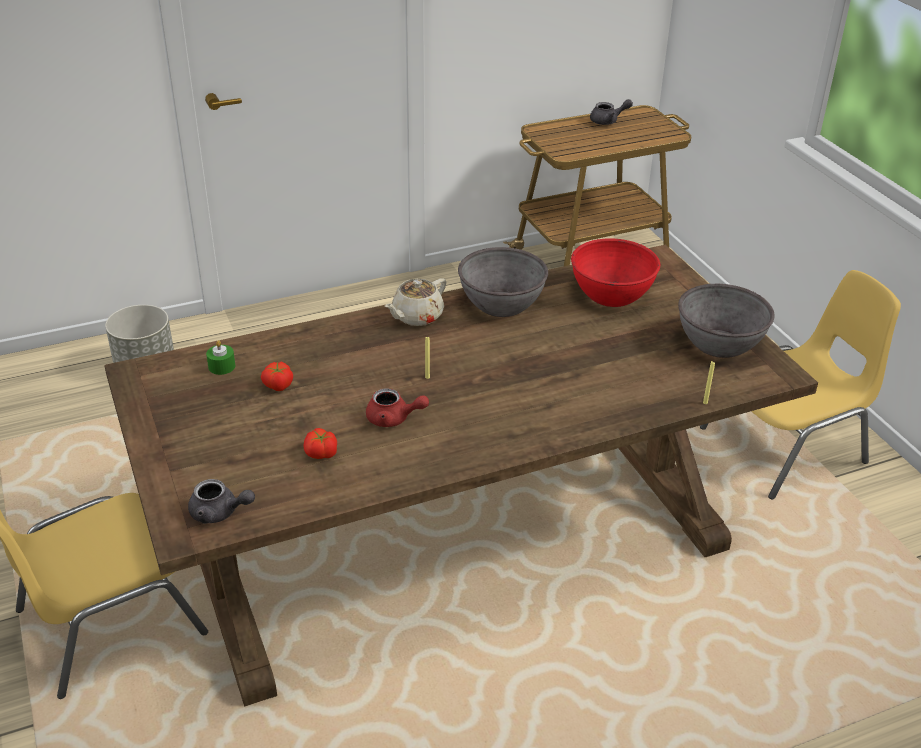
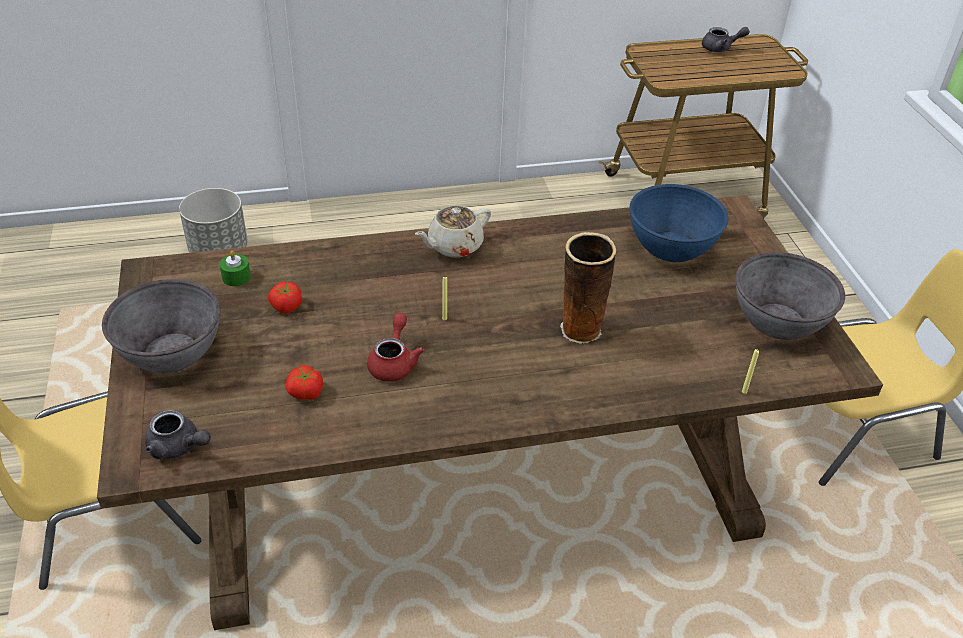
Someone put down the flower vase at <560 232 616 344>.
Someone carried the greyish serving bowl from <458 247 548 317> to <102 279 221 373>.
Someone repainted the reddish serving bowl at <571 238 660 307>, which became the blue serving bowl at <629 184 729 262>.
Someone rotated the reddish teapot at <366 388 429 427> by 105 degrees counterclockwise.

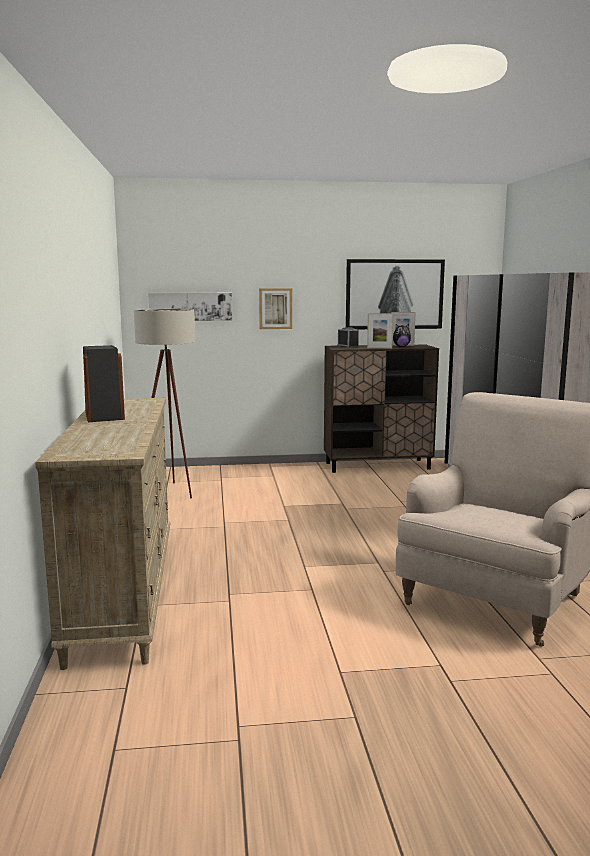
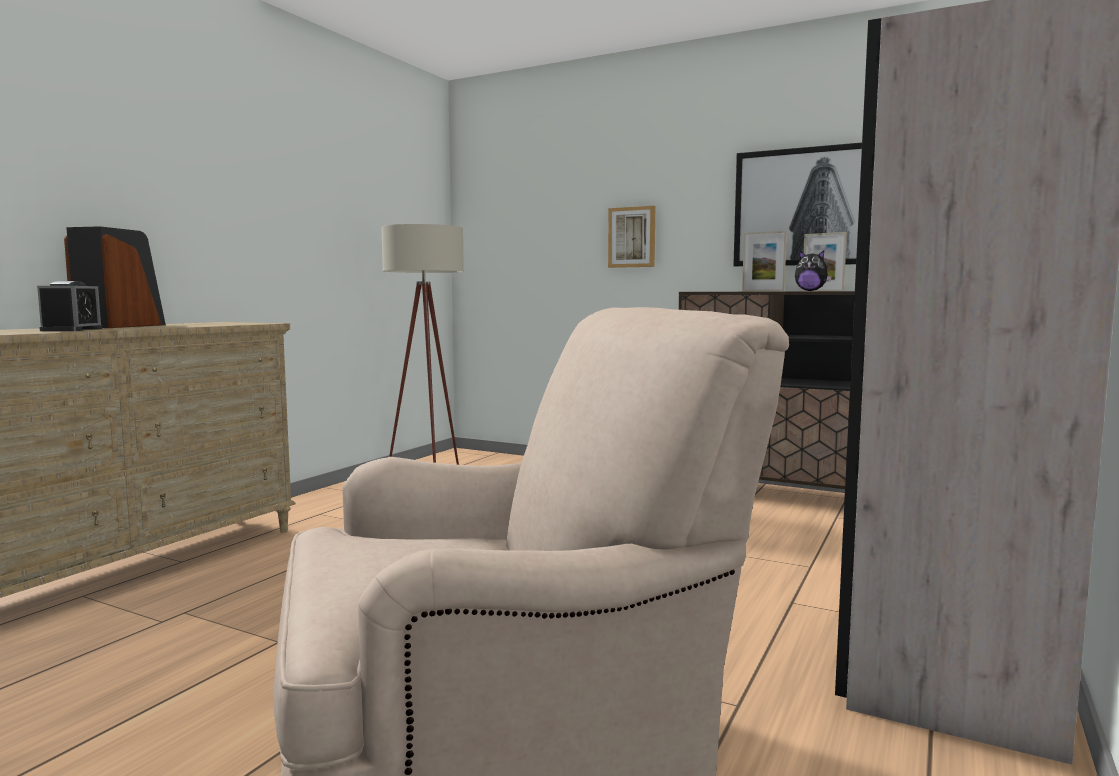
Someone took away the wall art at <148 293 232 321>.
Someone carried the bedside clock from <337 327 359 348> to <37 281 102 331>.

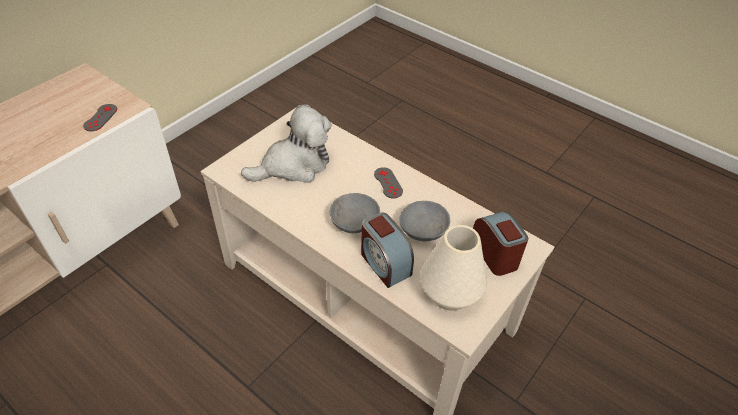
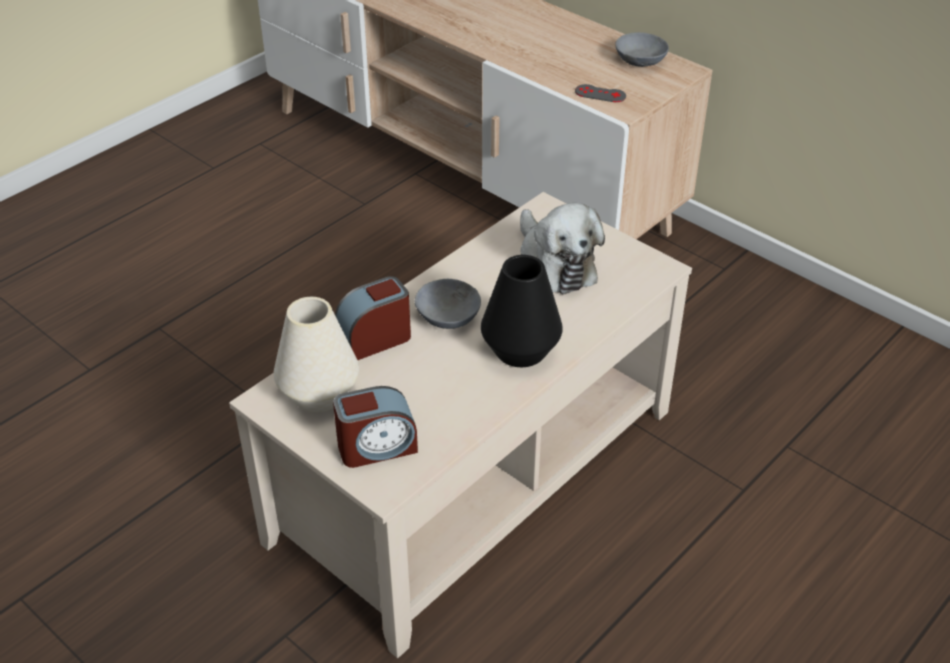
Someone carried the greyish serving bowl from <400 201 450 241> to <615 32 669 67>.
Someone swapped the greyish joypad at <374 167 403 198> for the blackish flower vase at <481 255 563 367>.

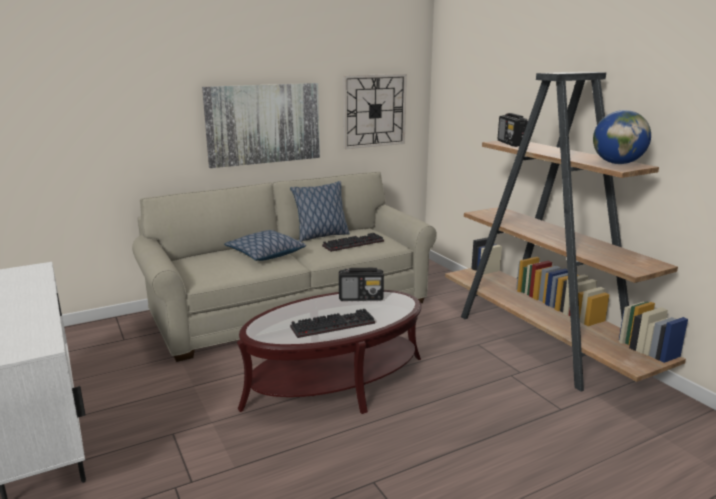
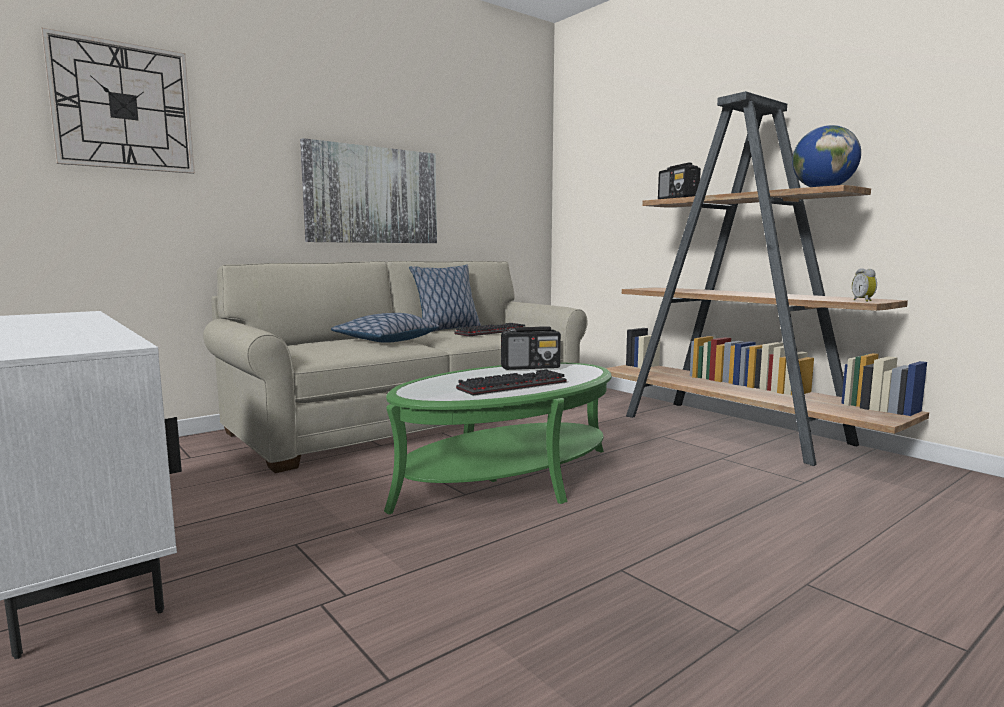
Someone put down the bedside clock at <852 268 877 302>.
Someone carried the clock on the wall from <343 74 407 149> to <41 28 195 174>.
Someone repainted the brown-coloured lounge table at <237 290 422 414>, which became the green-coloured lounge table at <384 362 612 515>.

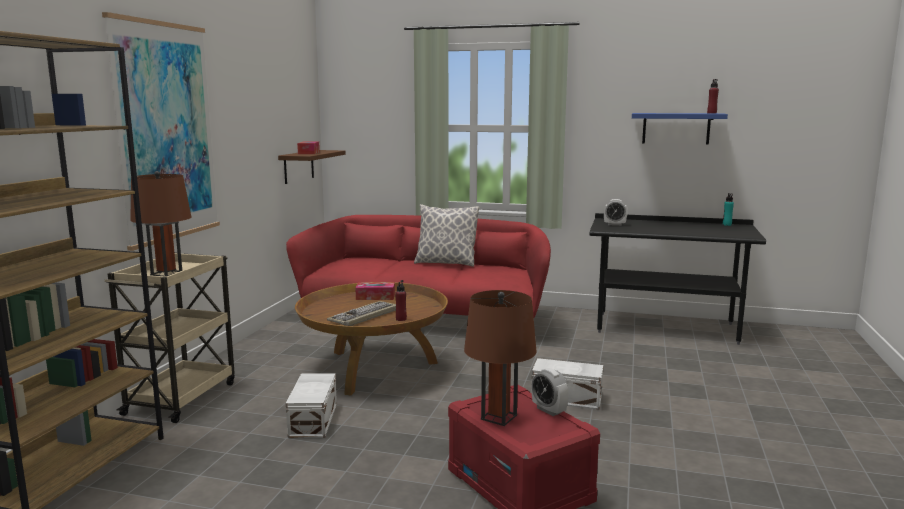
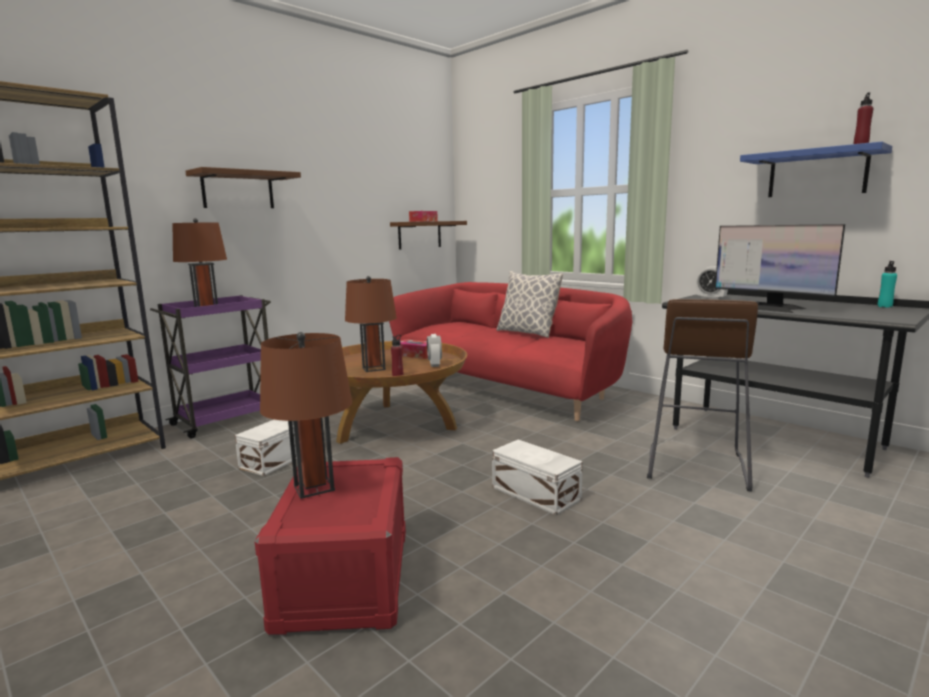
Someone put down the brown-coloured stool at <647 299 758 492>.
Someone put down the monitor at <715 224 845 313>.
Someone carried the bedside clock from <532 368 568 416> to <427 334 442 367>.
Someone swapped the wall art at <102 12 220 251> for the brown-coloured shelf at <185 167 301 208>.
Someone swapped the keyboard at <327 301 396 326> for the brown-coloured tabletop lamp at <345 276 397 372>.
Someone repainted the sand-coloured wheeled cart at <104 252 235 423>, which became the purple-coloured wheeled cart at <150 295 271 438>.

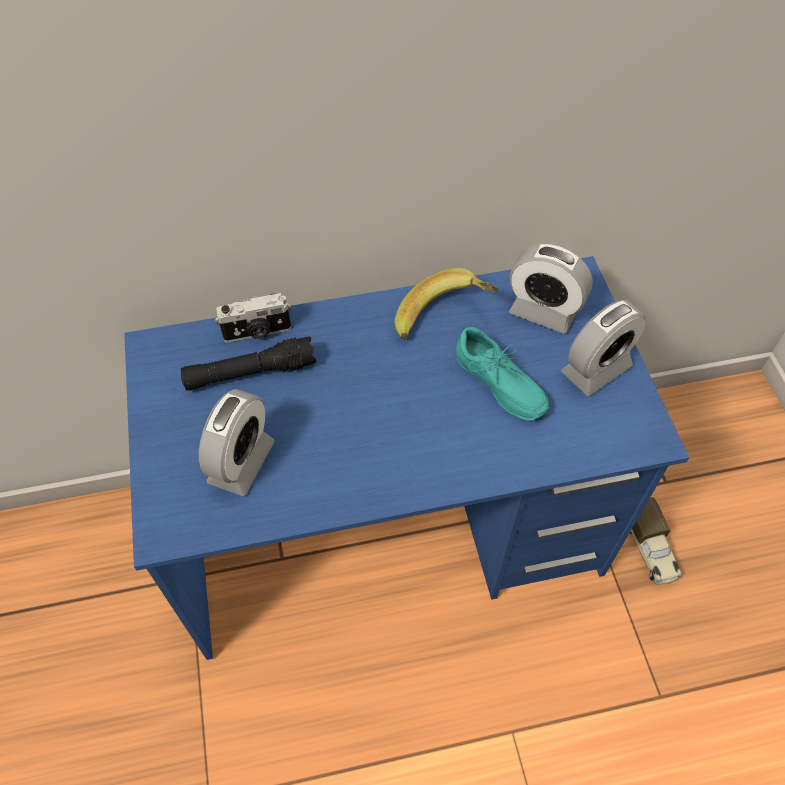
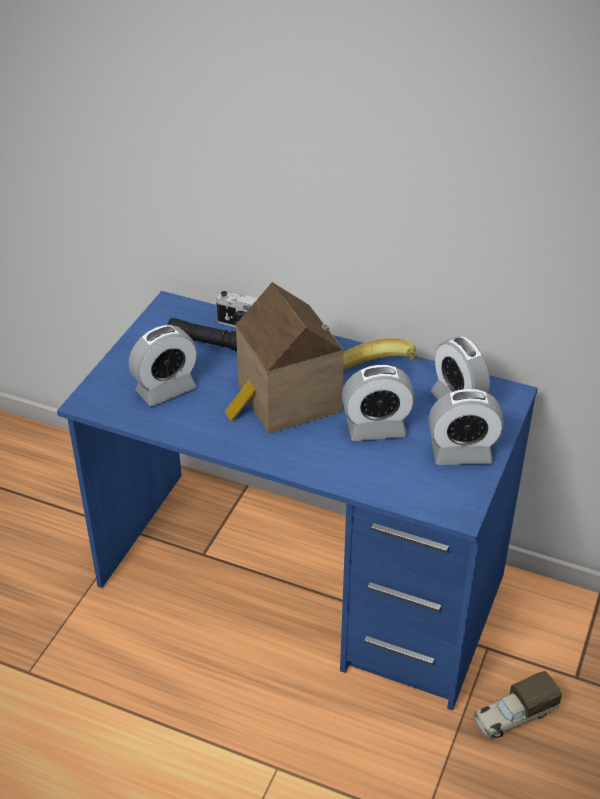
Someone put down the model house at <225 282 344 434>.
Someone swapped the turquoise-coloured item of footwear at <456 327 549 420> for the bedside clock at <342 365 415 441>.
Someone rotated the toy lorry at <630 497 682 585> by 45 degrees clockwise.

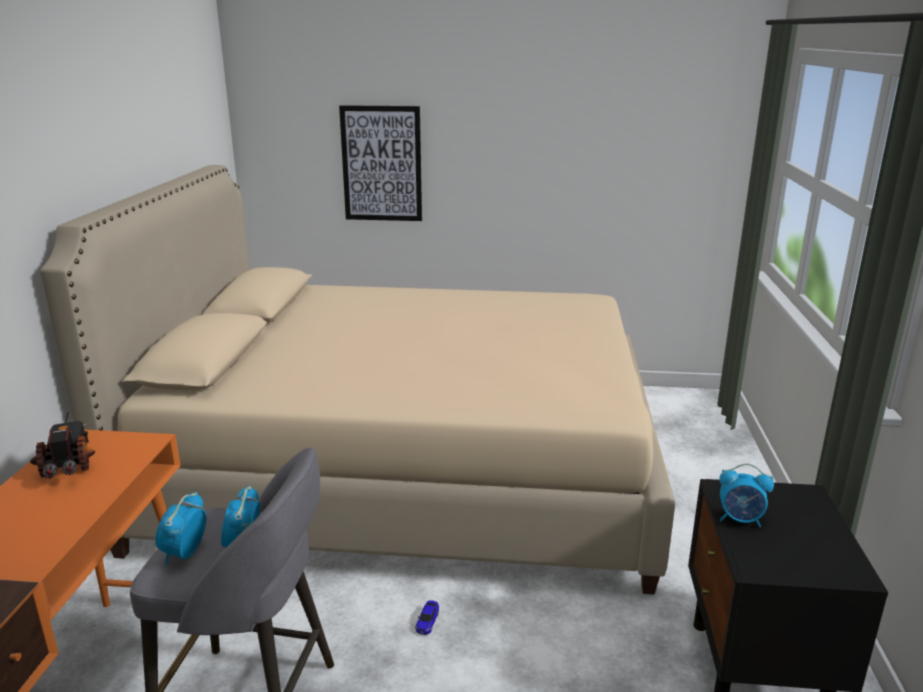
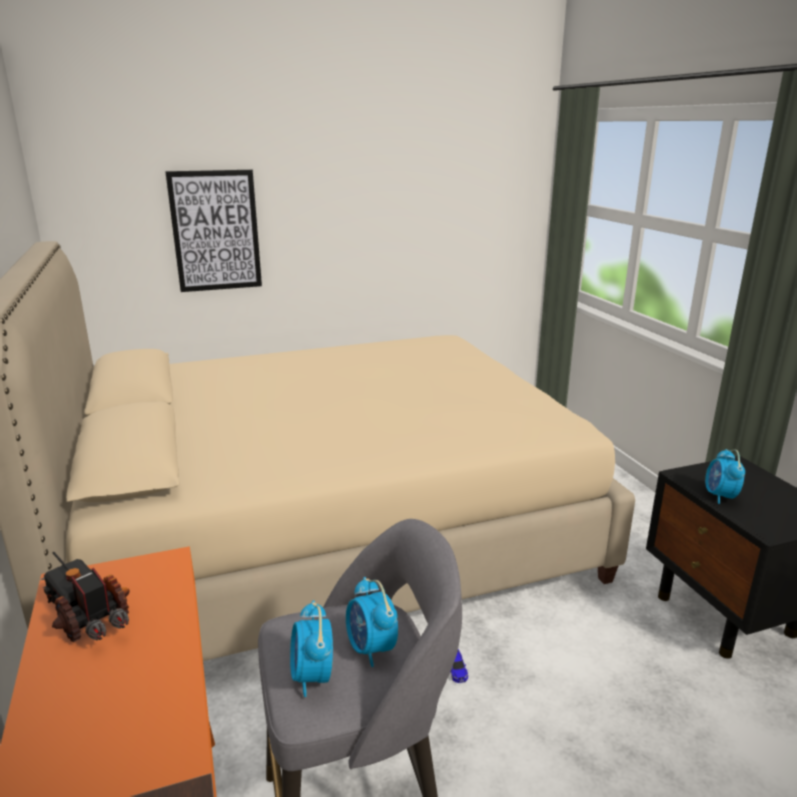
Someone rotated the bedside clock at <719 463 774 527> by 105 degrees clockwise.

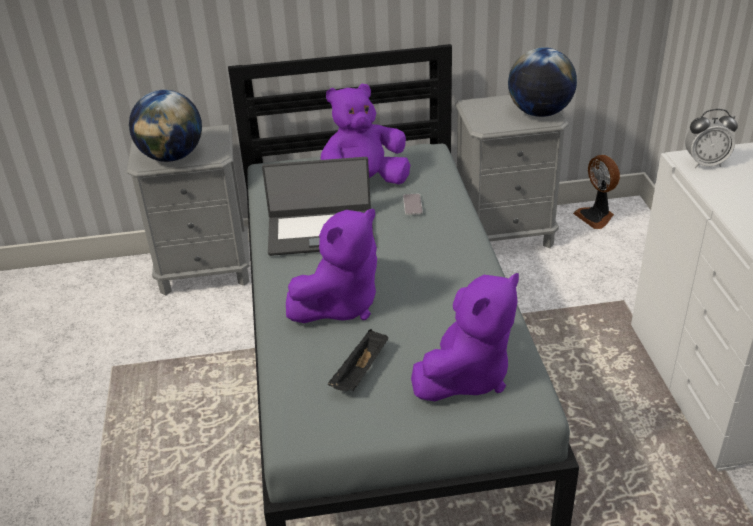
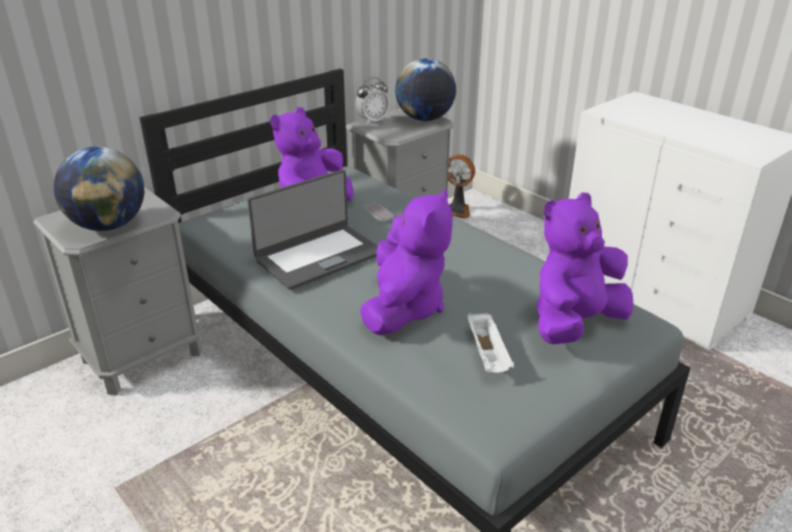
Someone carried the bedside clock from <685 109 738 168> to <355 77 389 124>.
Someone repainted the blackish tray at <328 329 388 391>, which became the white-coloured tray at <467 312 514 373>.
Someone rotated the purple-coloured soft toy at <411 273 519 401> by 135 degrees counterclockwise.

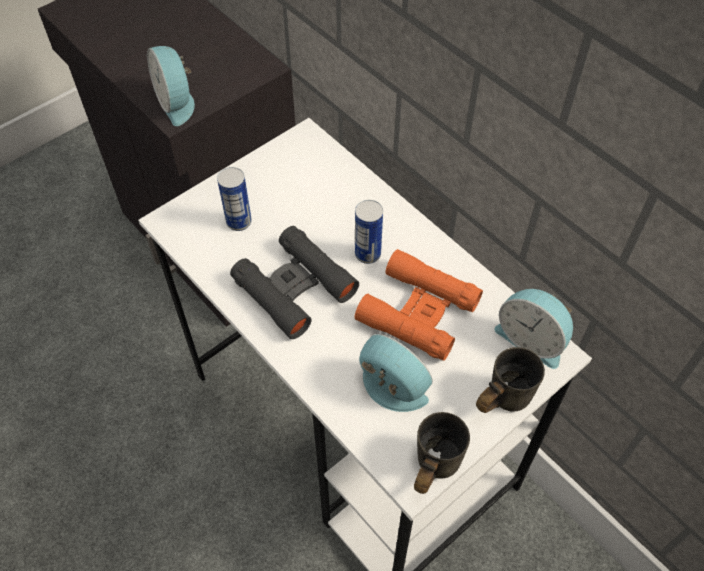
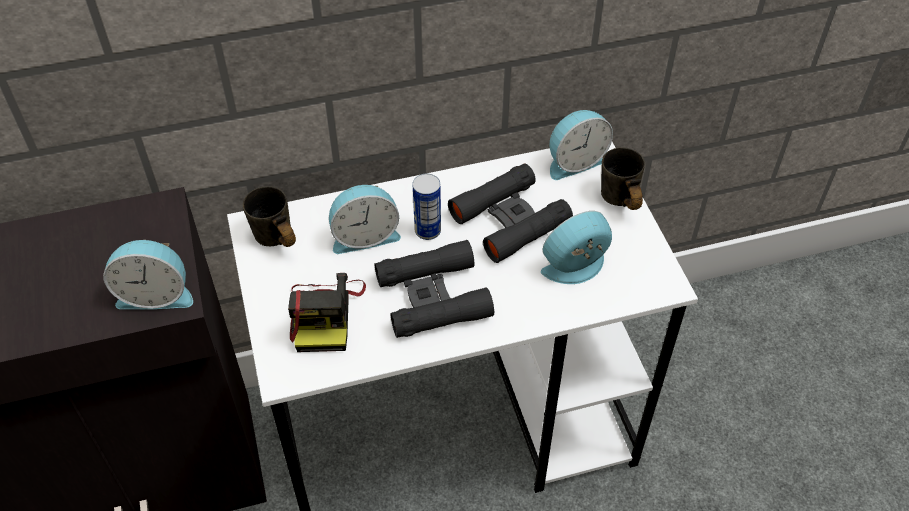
Someone put down the bedside clock at <329 185 401 254>.
Someone carried the greyish tea mug from <414 412 470 494> to <243 186 296 247>.
Someone swapped the can at <217 167 252 231> for the still camera at <288 273 366 352>.
Someone repainted the orange-coloured pair of binoculars at <355 249 483 361>, which became the blackish pair of binoculars at <448 164 573 263>.

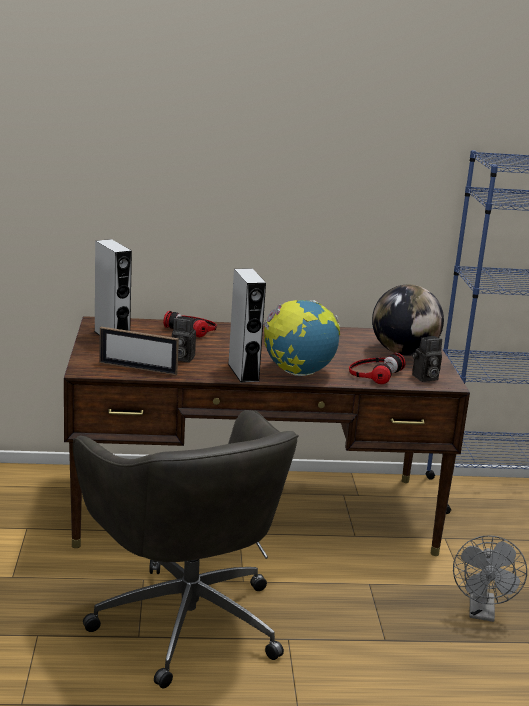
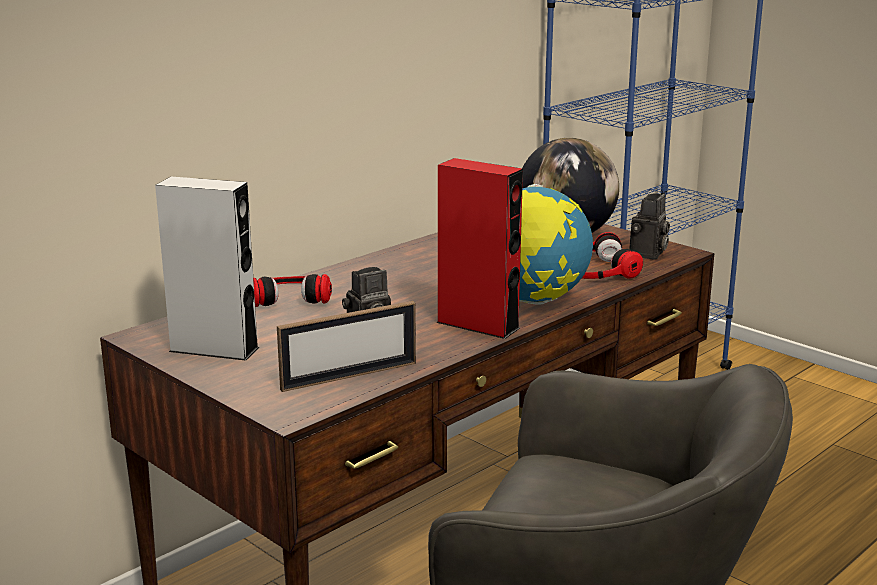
Someone took away the greyish electric fan at <453 536 527 622>.
Someone repainted the greyish audio speaker at <228 268 266 383>, which became the reddish audio speaker at <436 158 523 339>.

